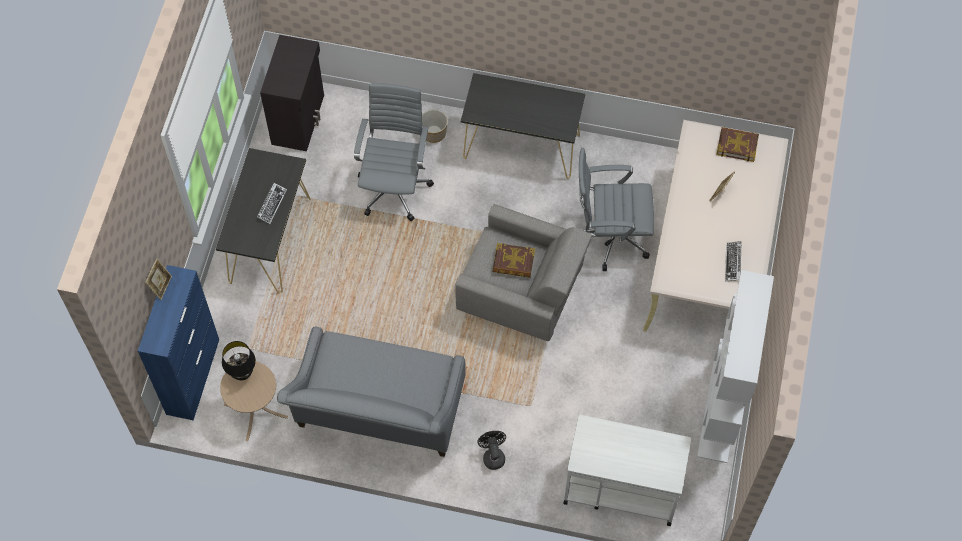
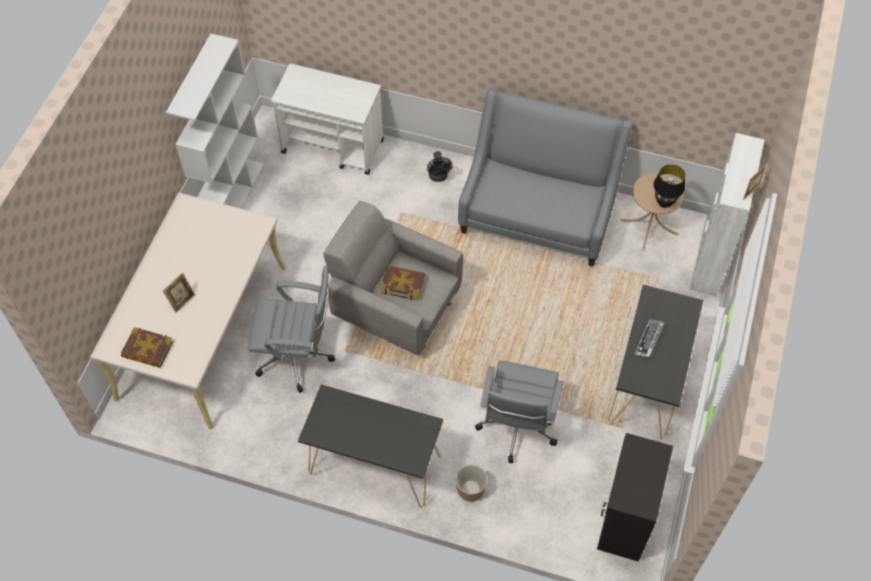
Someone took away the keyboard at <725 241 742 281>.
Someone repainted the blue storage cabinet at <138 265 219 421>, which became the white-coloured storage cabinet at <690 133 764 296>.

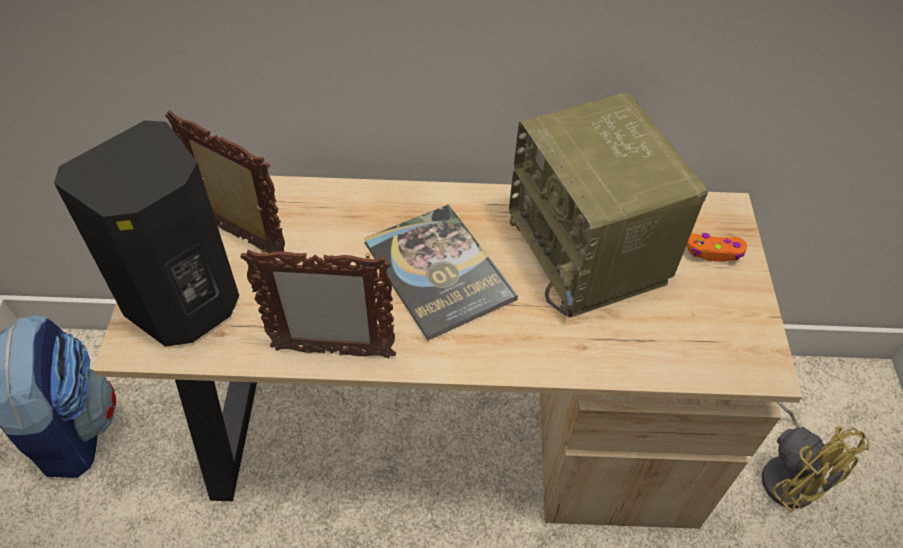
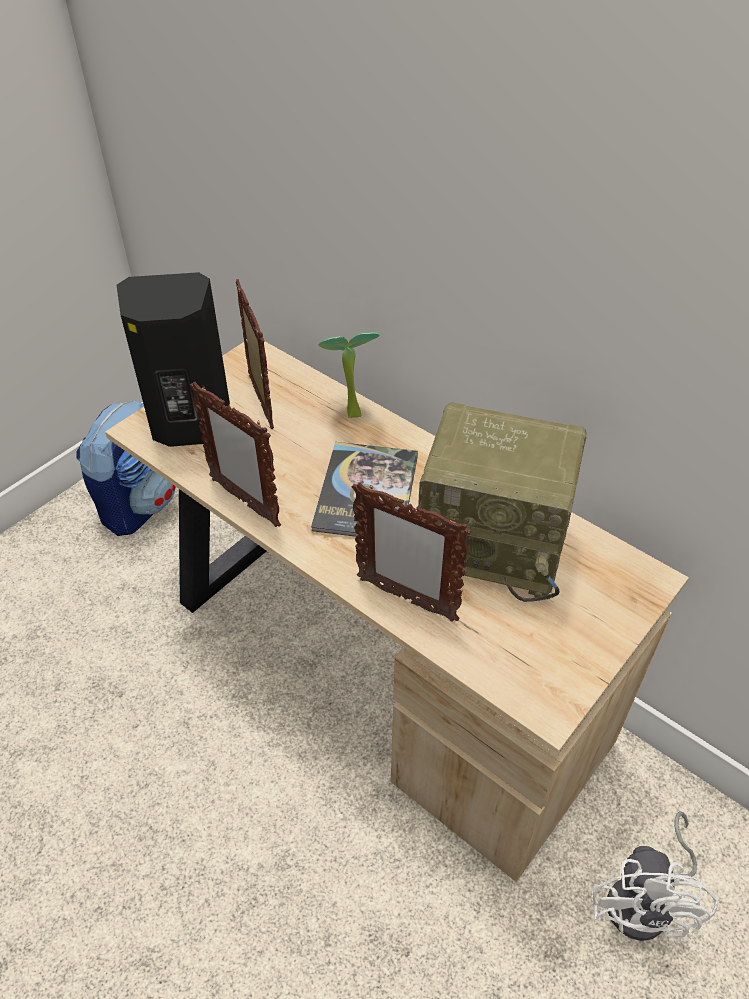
Someone took away the orange-coloured joypad at <686 233 747 262>.
Someone put down the plant in a pot at <318 332 380 418>.
Someone put down the photo frame at <352 482 471 622>.
Someone repainted the yellow-coloured electric fan at <762 402 869 512>, which became the white-coloured electric fan at <593 811 717 941>.
Someone rotated the radio receiver at <509 92 708 318> by 90 degrees counterclockwise.

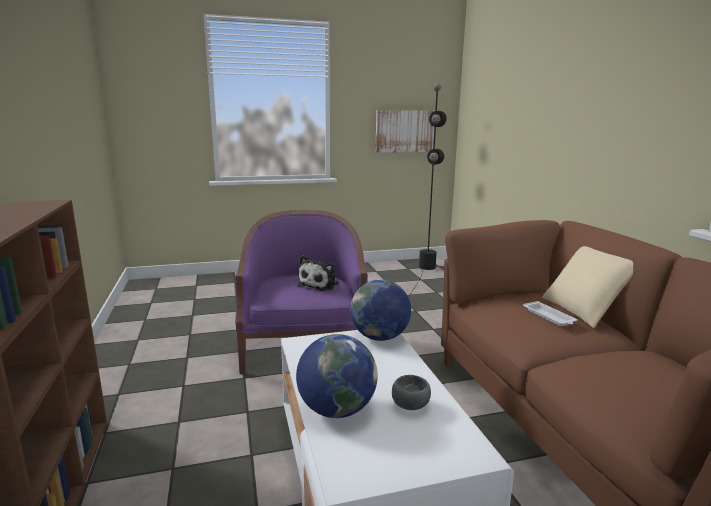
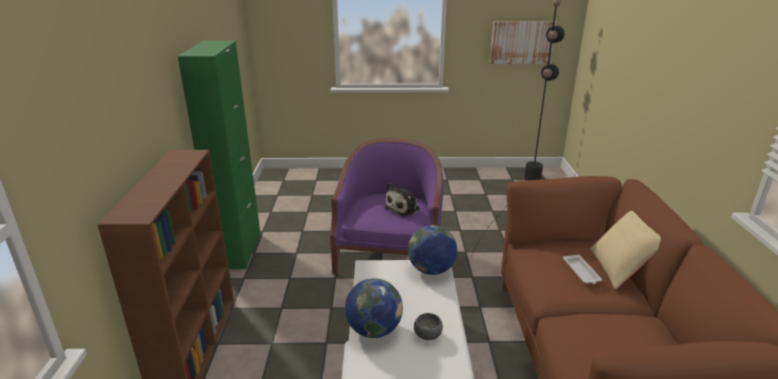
Someone put down the green-coloured storage cabinet at <178 41 260 269>.

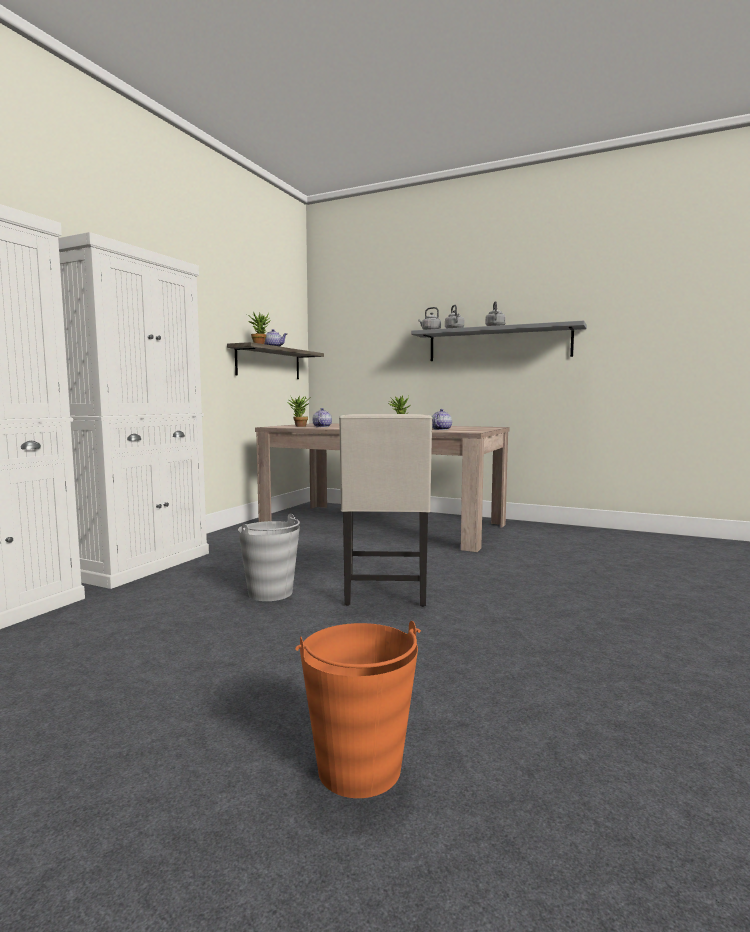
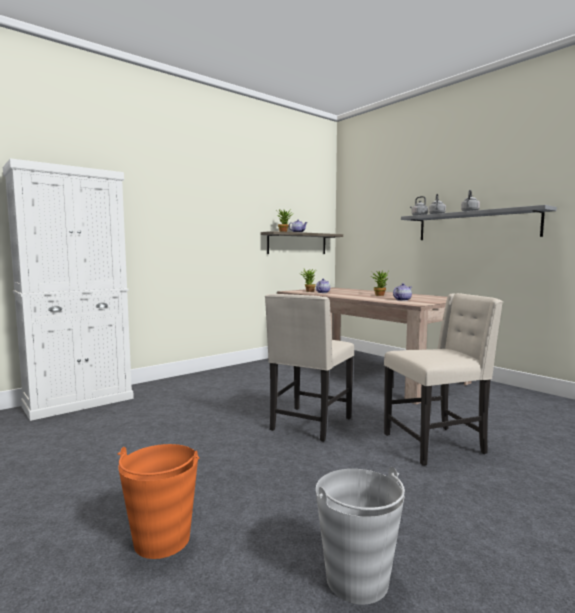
Someone took away the white-coloured storage cabinet at <58 232 209 589>.
Someone put down the sand-coloured upright chair at <384 293 503 466>.
Someone carried the greyish water bucket from <238 513 300 601> to <316 467 405 605>.

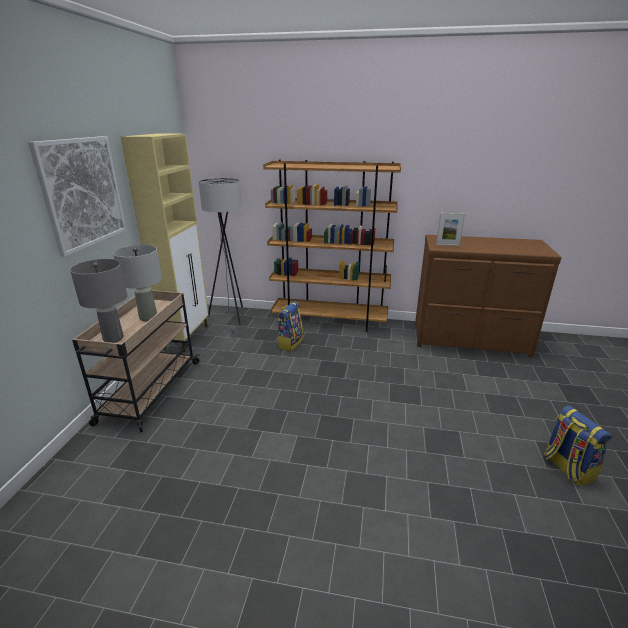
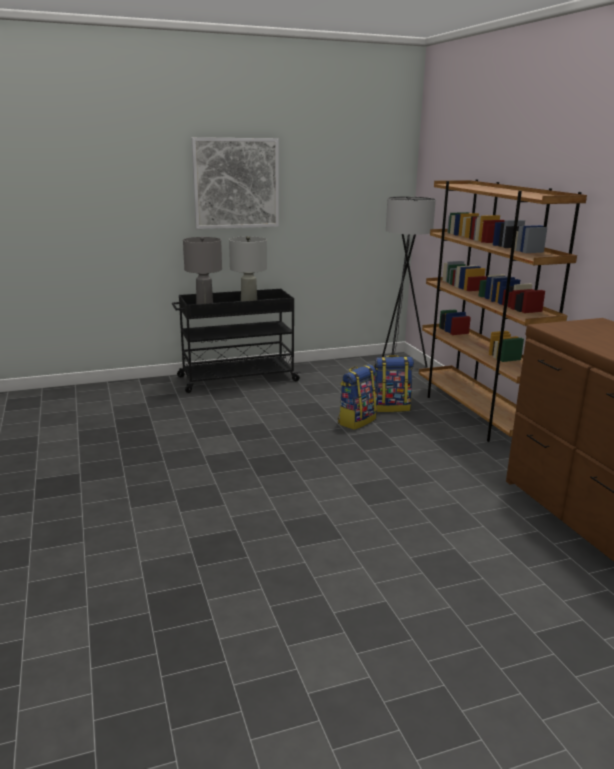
Someone took away the sand-coloured storage cabinet at <121 133 209 352>.
Someone took away the photo frame at <436 213 465 246>.
Someone carried the backpack from <544 405 612 487> to <338 364 377 430>.
Someone repainted the sand-coloured wheeled cart at <72 290 199 433>, which became the blackish wheeled cart at <172 289 301 393>.

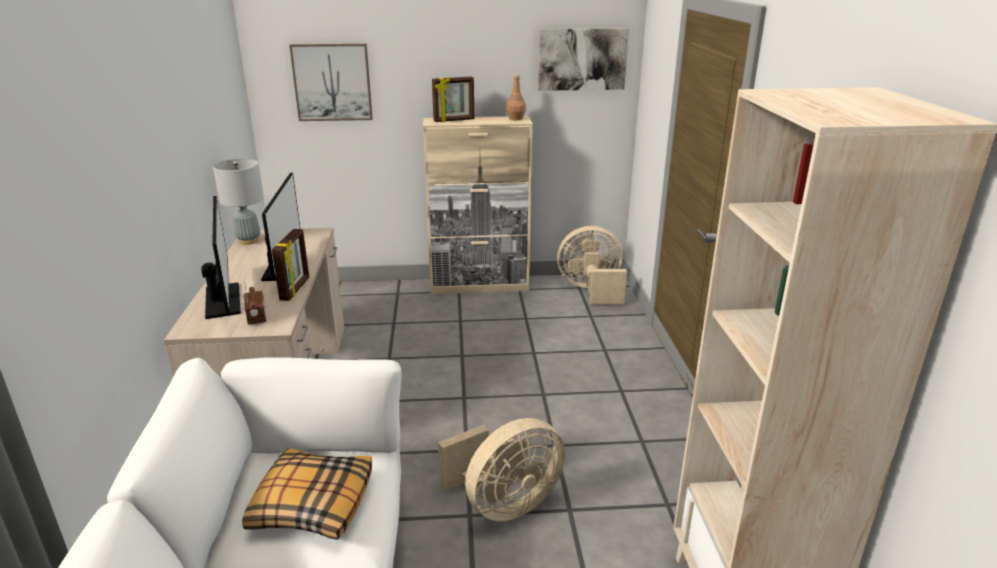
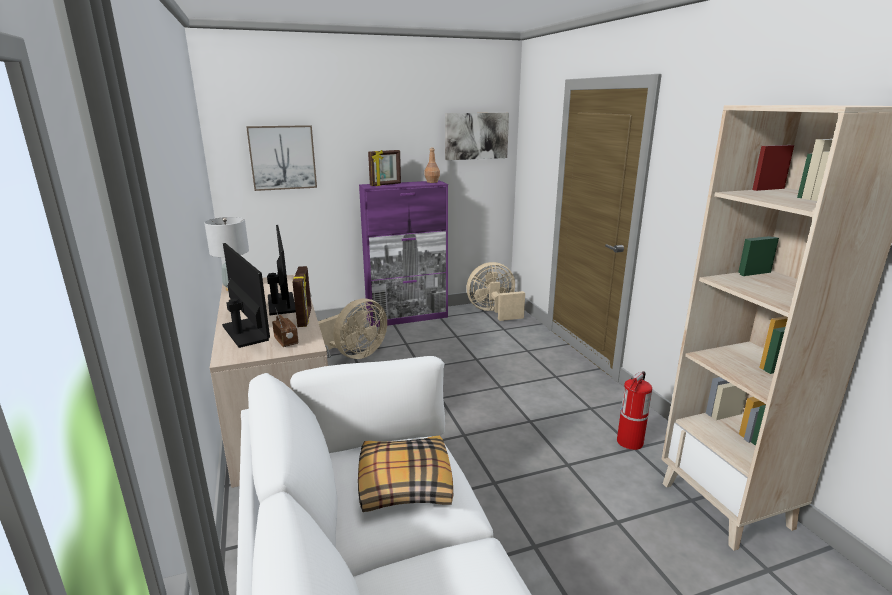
Someone put down the fire extinguisher at <617 371 652 450>.
Someone carried the sand-coloured electric fan from <438 418 565 521> to <318 299 387 359>.
Someone repainted the sand-coloured storage cabinet at <423 116 533 294>, which became the purple-coloured storage cabinet at <359 180 448 327>.

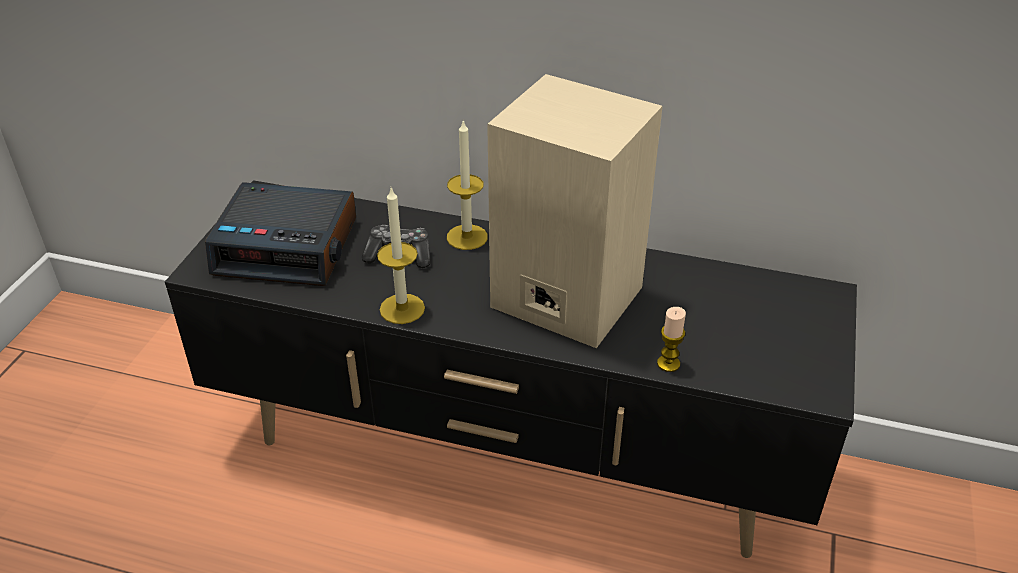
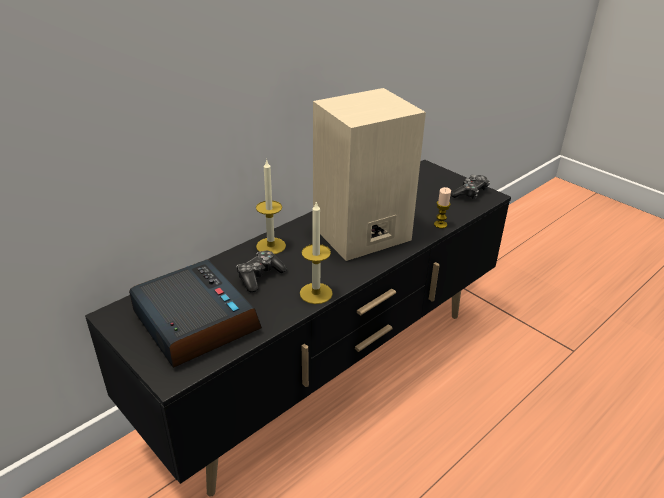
Someone put down the joypad at <451 175 490 199>.
Someone rotated the bedside clock at <205 182 356 286> by 75 degrees counterclockwise.

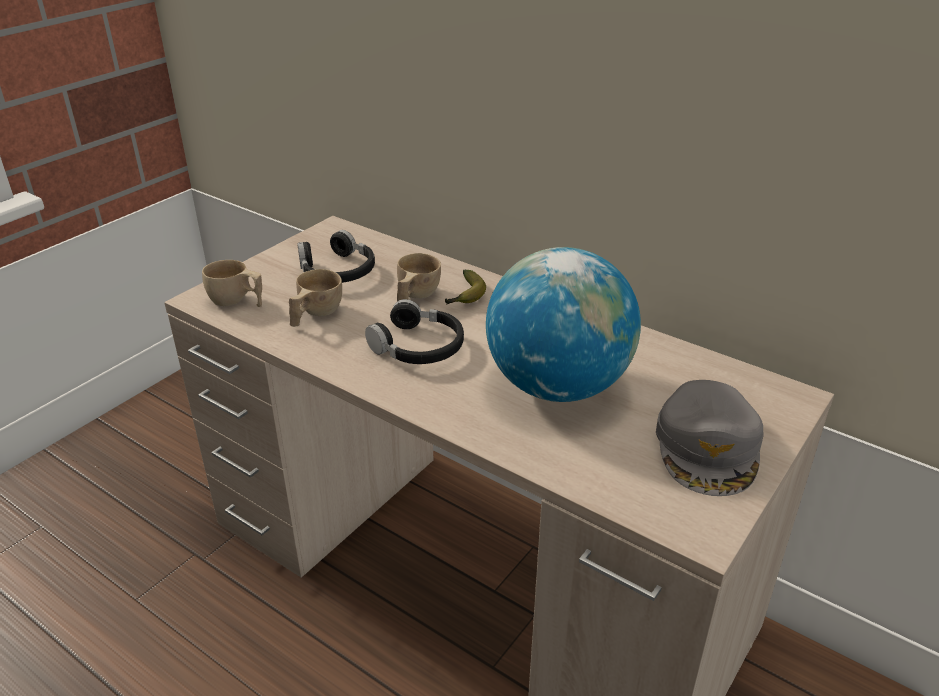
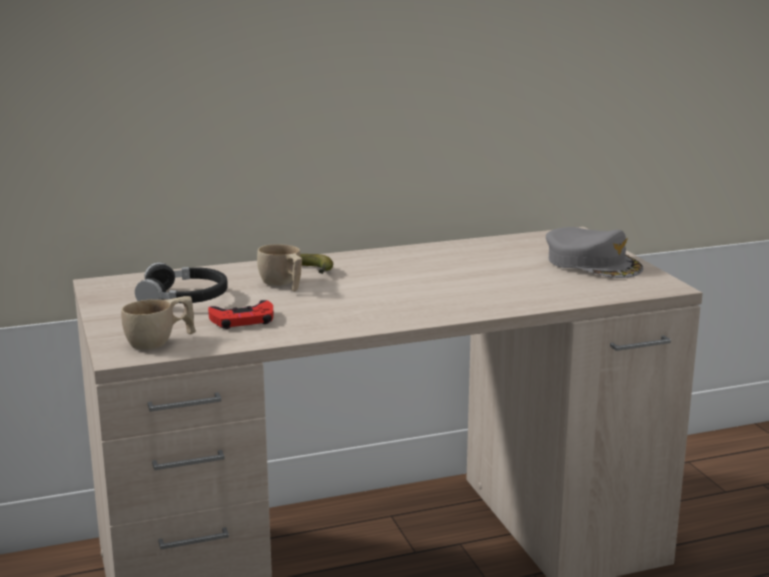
Someone took away the blackish headphones at <365 299 464 364>.
Someone took away the desk globe at <486 247 641 402>.
Someone swapped the sand-coloured small cup at <289 269 342 327> for the reddish joypad at <208 300 273 329>.

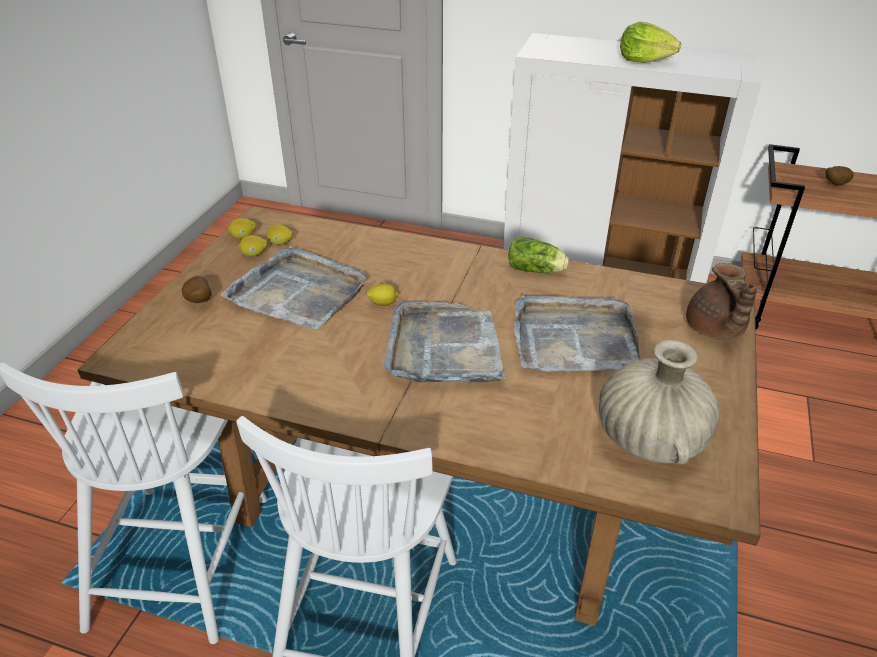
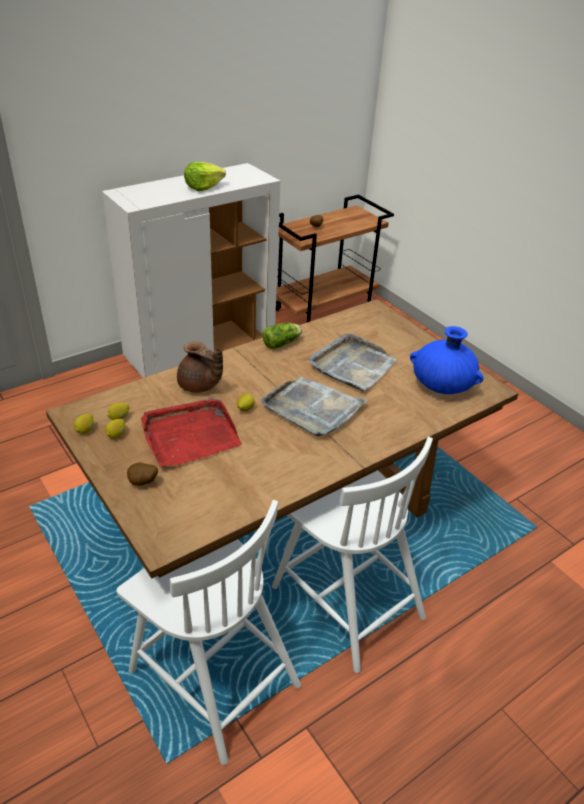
Someone carried the brown-coloured teapot from <686 263 757 340> to <177 342 223 393>.
Someone repainted the greyish tray at <221 246 368 329>, which became the reddish tray at <141 398 242 467>.
Someone repainted the sand-coloured flower vase at <599 340 720 464>, which became the blue flower vase at <410 326 484 394>.

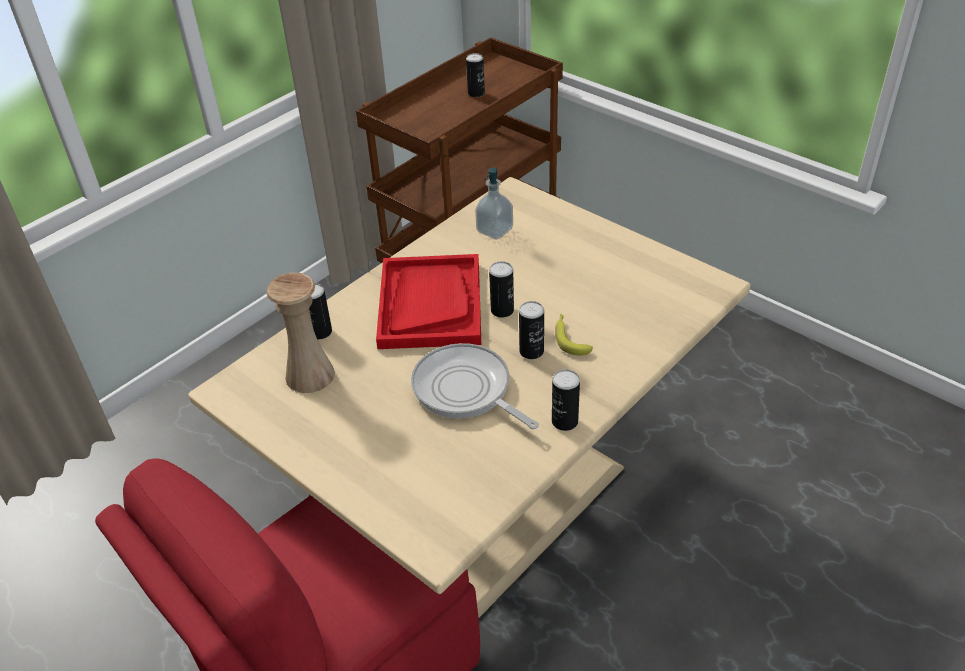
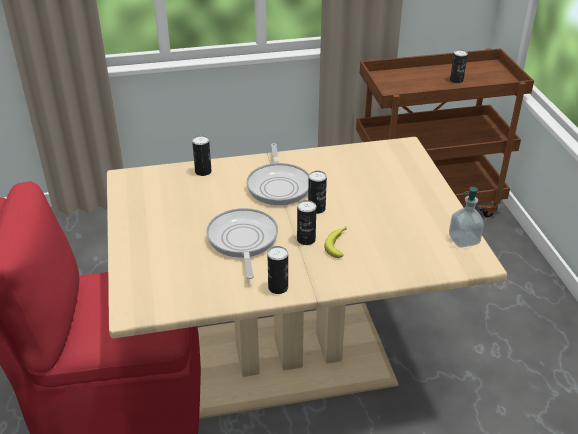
Someone took away the sand-coloured flower vase at <266 272 335 393>.
Someone carried the soap bottle from <475 168 513 240> to <449 187 484 248>.
Someone swapped the reddish tray at <376 254 481 349> for the frying pan at <246 143 309 205>.

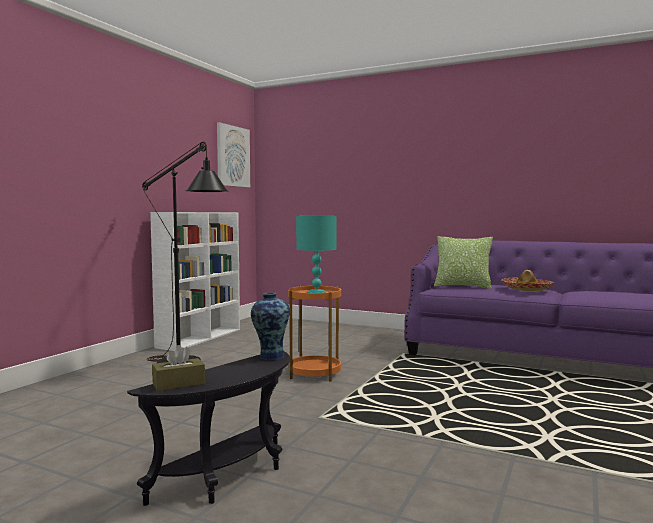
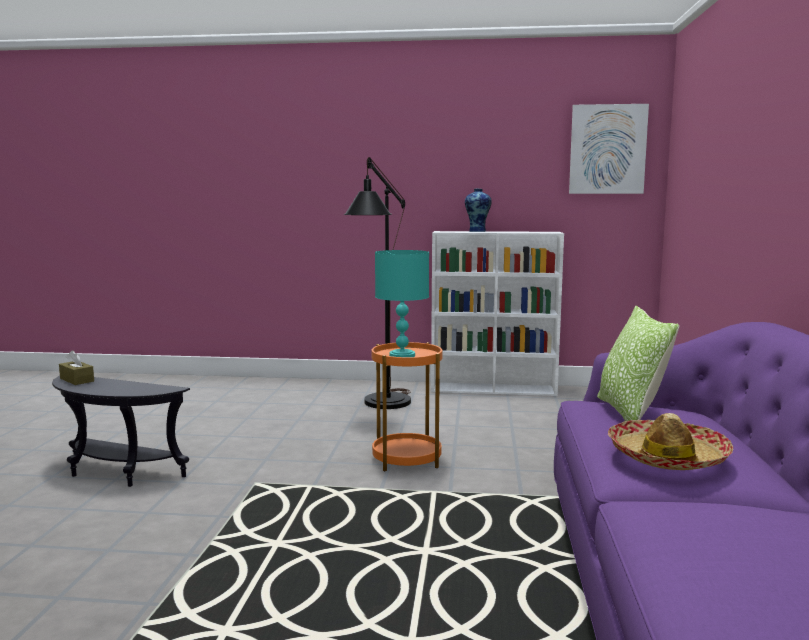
Someone carried the flower vase from <251 293 290 360> to <465 189 492 232>.

